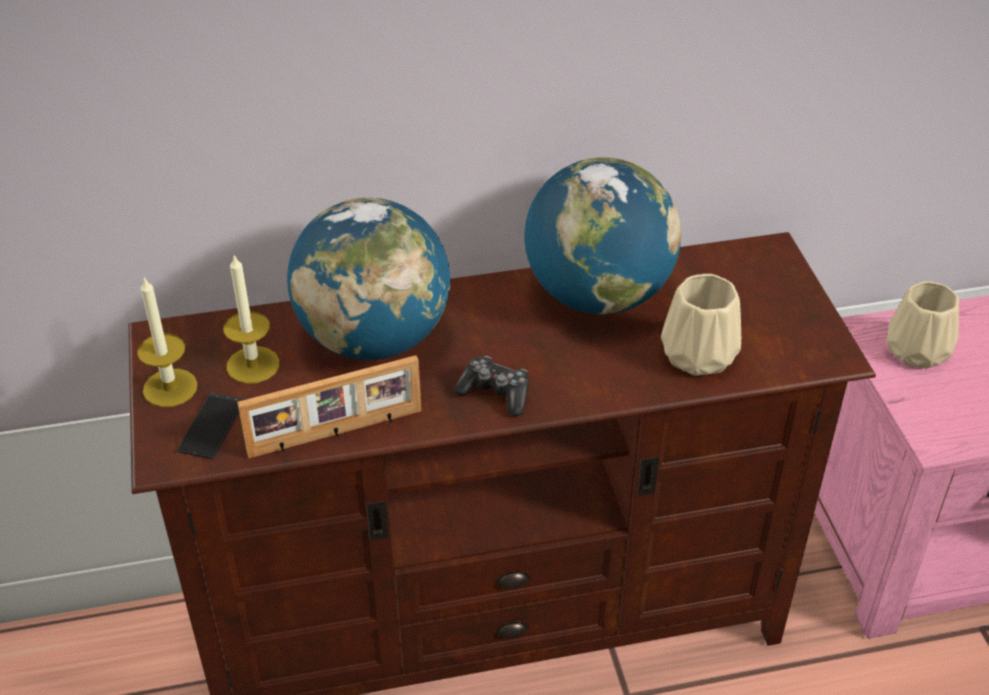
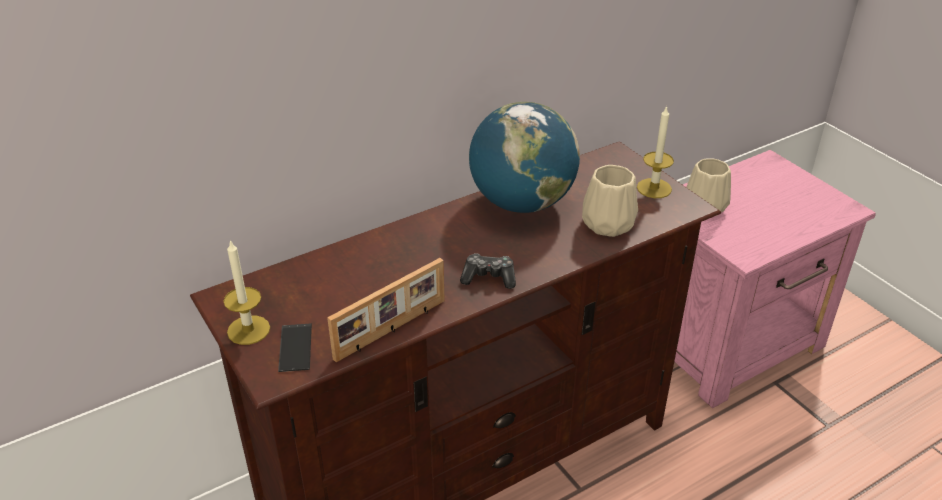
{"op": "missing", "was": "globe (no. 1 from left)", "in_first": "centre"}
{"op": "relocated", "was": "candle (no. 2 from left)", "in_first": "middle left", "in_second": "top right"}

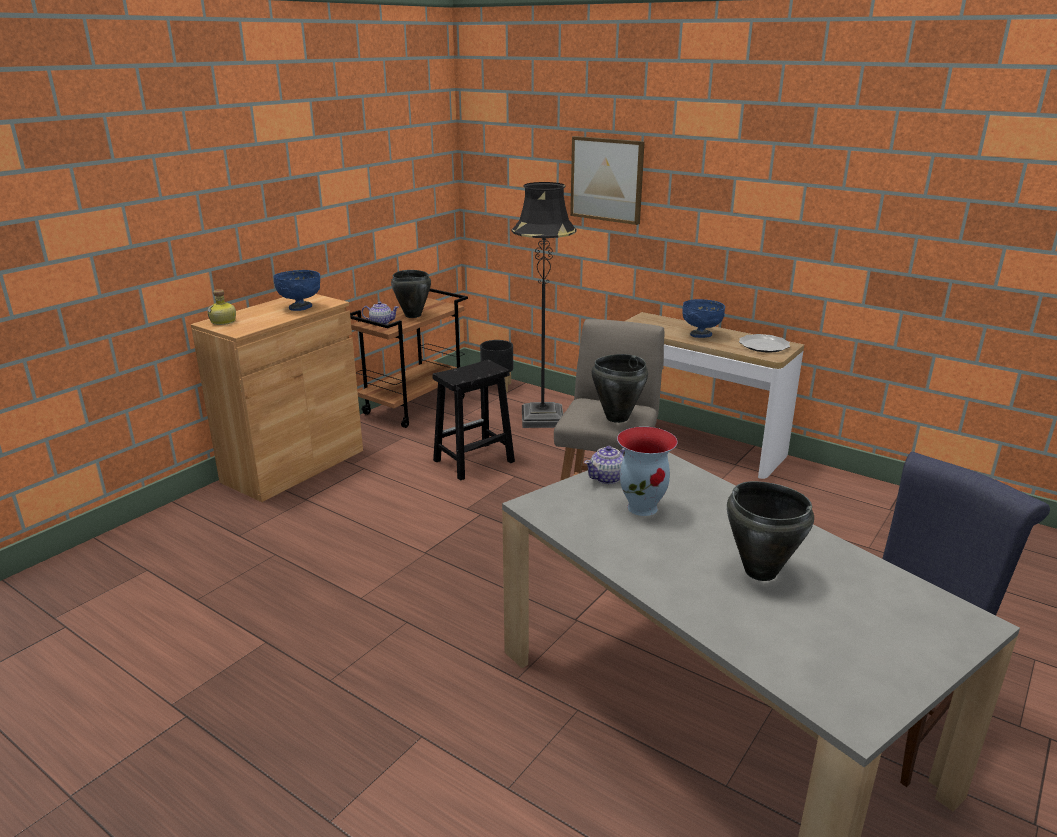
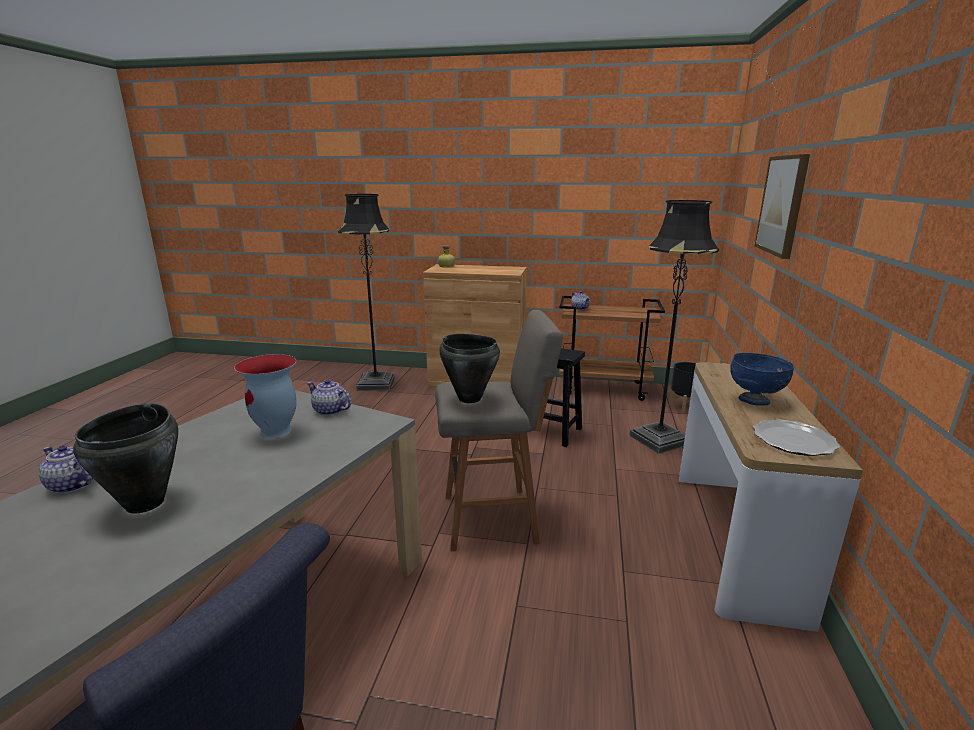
{"op": "missing", "was": "blue bowl (no. 1 from left)", "in_first": "middle left"}
{"op": "missing", "was": "black cooking pot (no. 1 from left)", "in_first": "centre"}
{"op": "appeared", "now": "black floor lamp (no. 1 from left)", "in_second": "centre"}
{"op": "appeared", "now": "teapot (no. 1 from left)", "in_second": "middle left"}

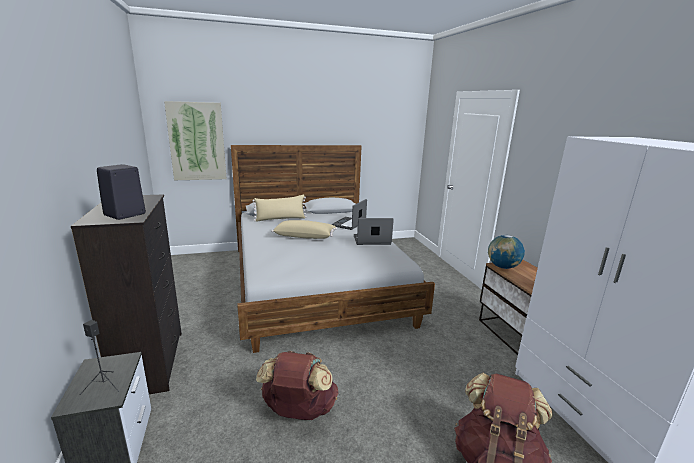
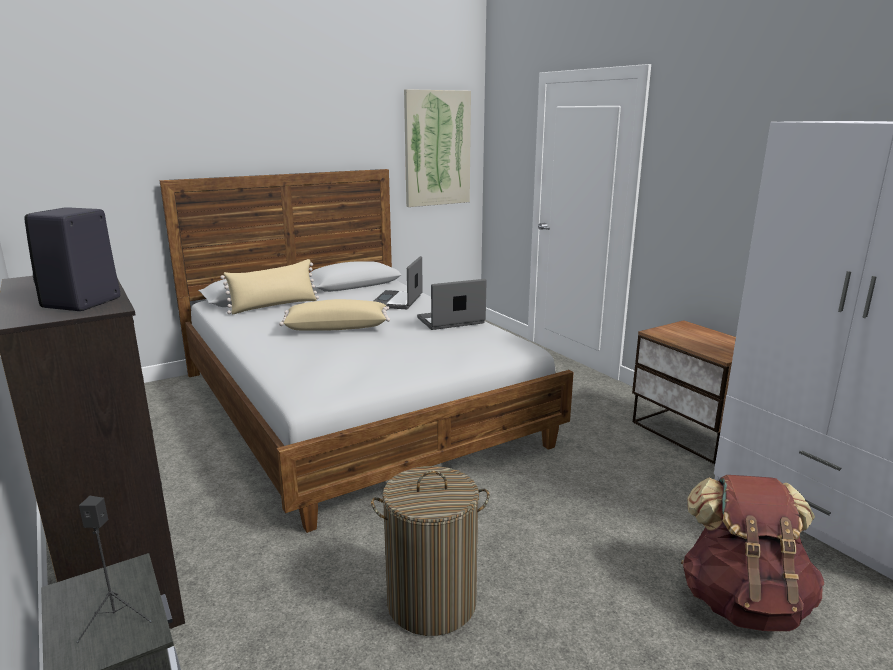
{"op": "relocated", "was": "picture", "in_first": "top left", "in_second": "top centre"}
{"op": "missing", "was": "globe", "in_first": "middle right"}
{"op": "exchanged", "was": "brown backpack (no. 1 from left)", "now": "laundry basket", "in_first": "bottom centre", "in_second": "bottom centre"}

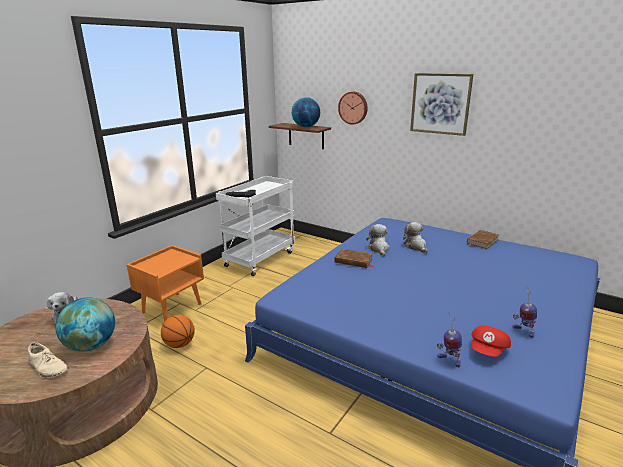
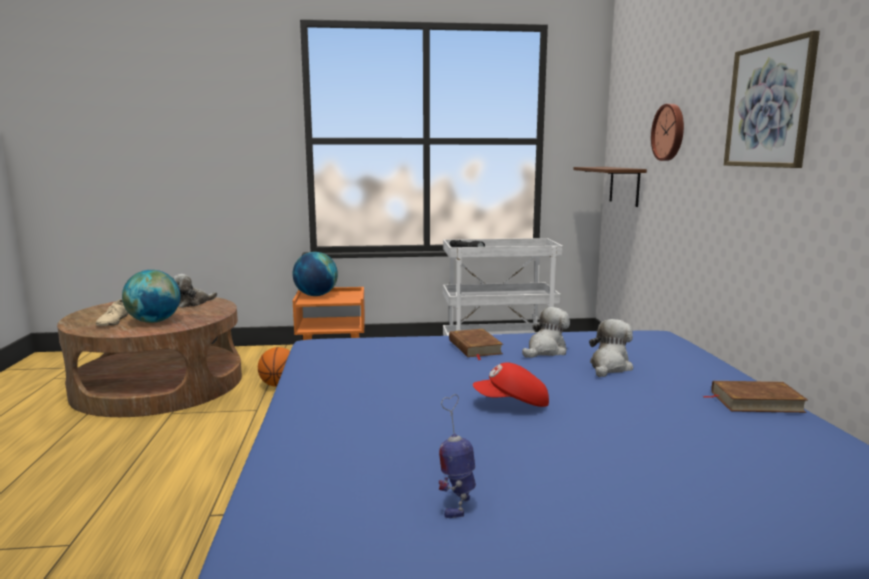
{"op": "relocated", "was": "globe (no. 2 from left)", "in_first": "top centre", "in_second": "centre"}
{"op": "missing", "was": "toy robot (no. 1 from left)", "in_first": "bottom right"}
{"op": "relocated", "was": "red cap", "in_first": "bottom right", "in_second": "centre"}

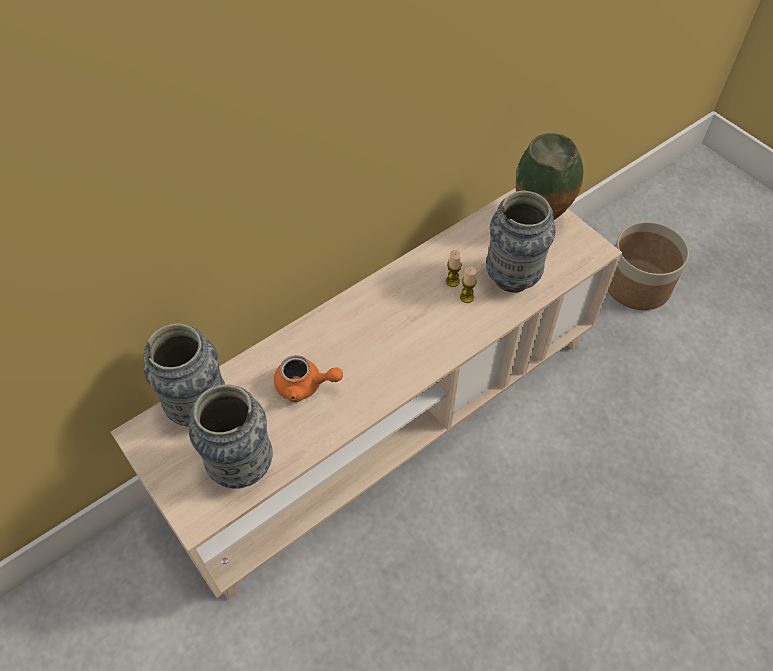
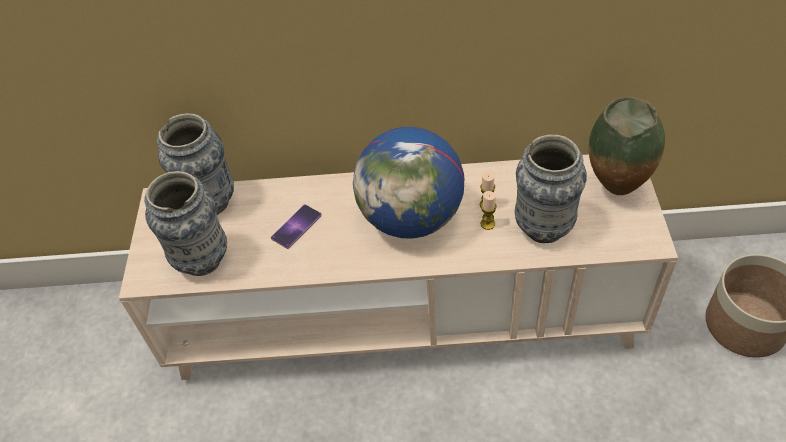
{"op": "exchanged", "was": "orange teapot", "now": "phone", "in_first": "centre", "in_second": "centre"}
{"op": "appeared", "now": "globe", "in_second": "centre"}

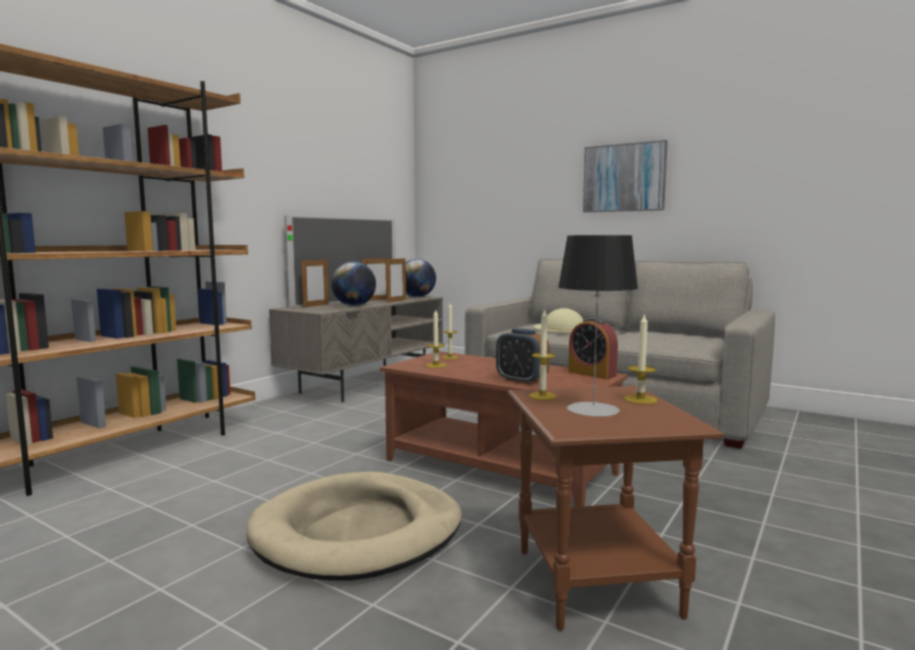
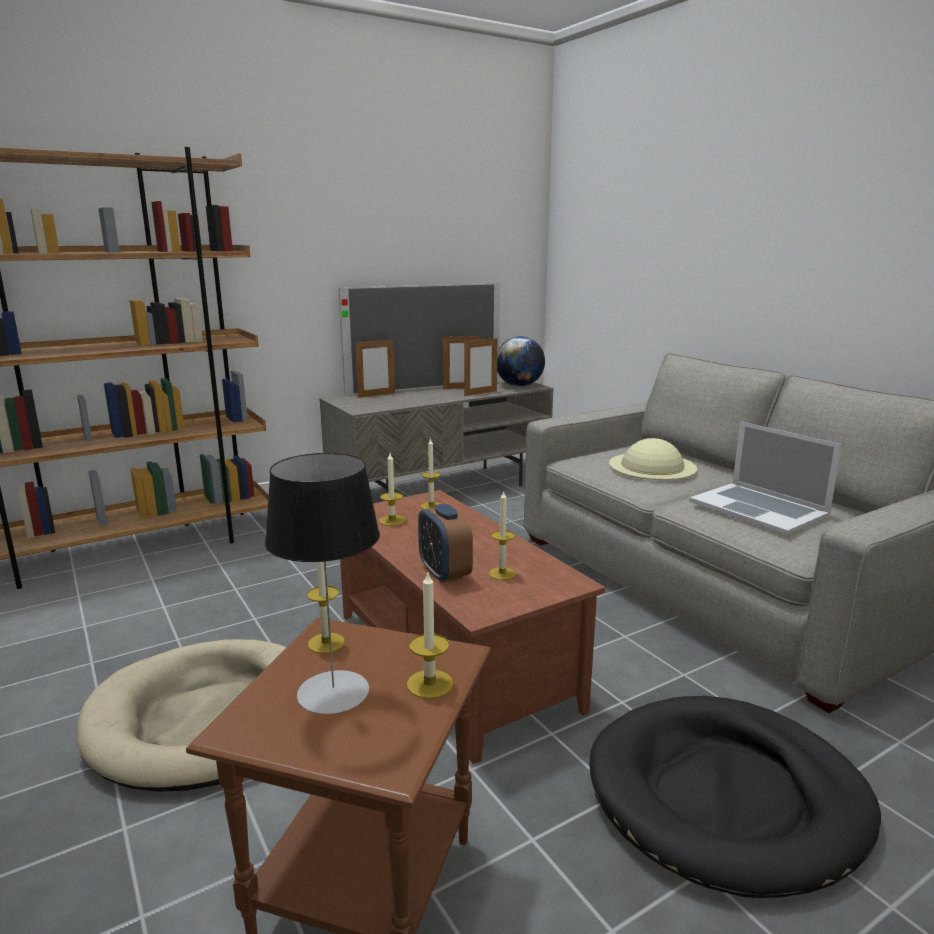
{"op": "missing", "was": "picture", "in_first": "top right"}
{"op": "missing", "was": "globe (no. 1 from left)", "in_first": "centre"}
{"op": "missing", "was": "alarm clock (no. 2 from left)", "in_first": "centre"}
{"op": "appeared", "now": "laptop", "in_second": "middle right"}
{"op": "appeared", "now": "candle (no. 5 from left)", "in_second": "centre"}
{"op": "appeared", "now": "black dog bed", "in_second": "bottom right"}

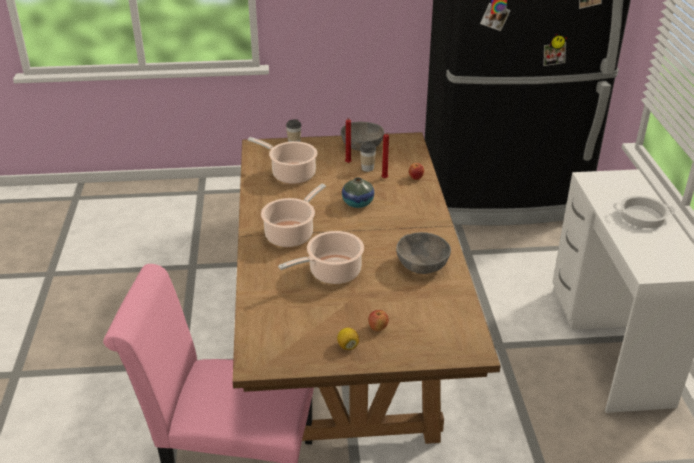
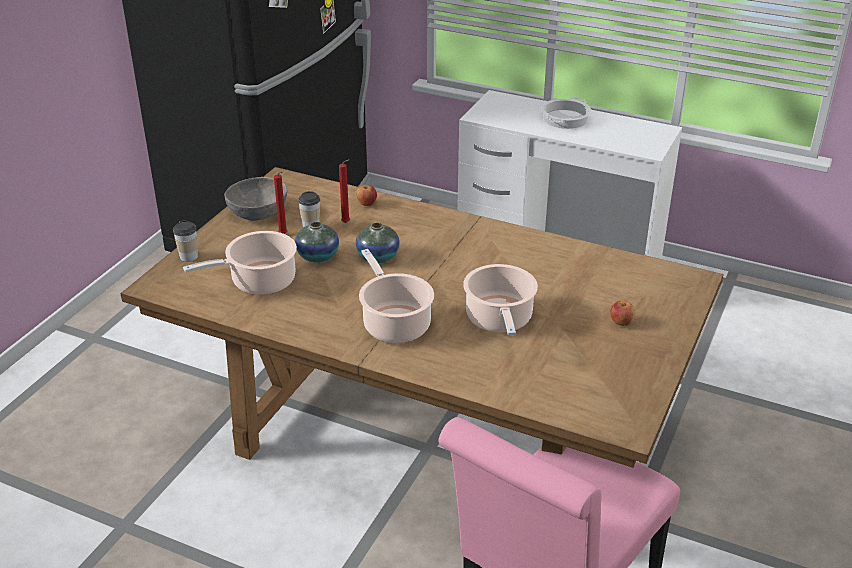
{"op": "missing", "was": "grey bowl (no. 2 from left)", "in_first": "centre"}
{"op": "missing", "was": "lemon", "in_first": "bottom centre"}
{"op": "appeared", "now": "vase (no. 1 from left)", "in_second": "centre"}

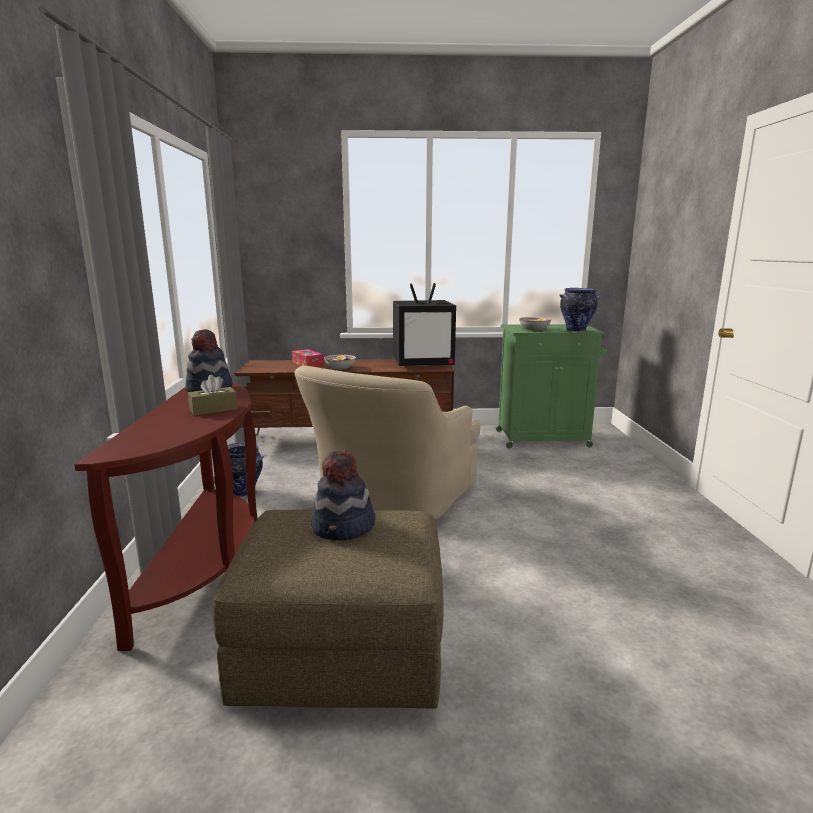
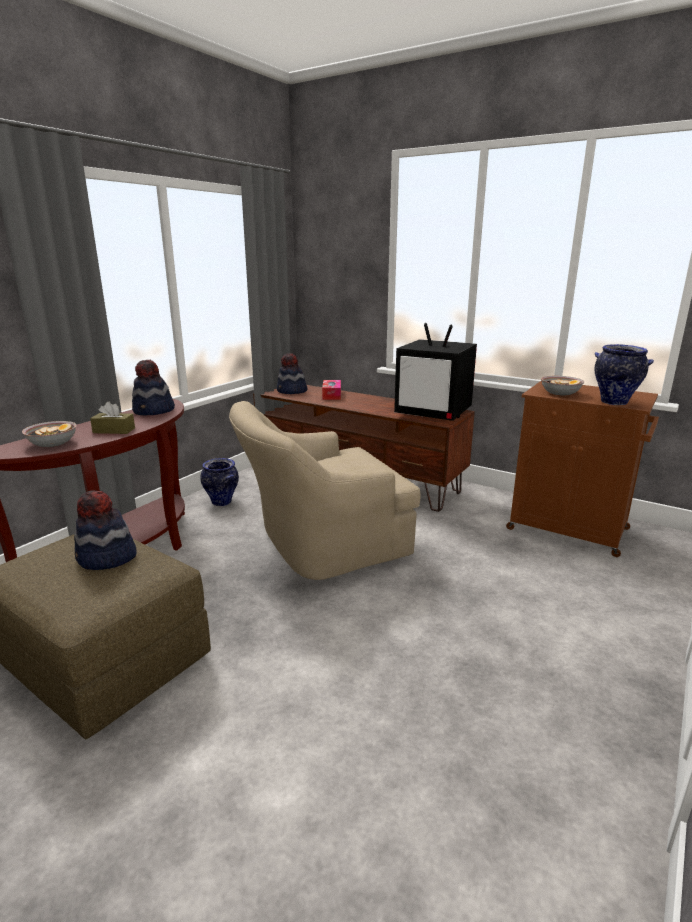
{"op": "colour", "was": "green cabinet", "now": "brown cabinet", "in_first": "middle right", "in_second": "middle right"}
{"op": "relocated", "was": "bowl (no. 1 from left)", "in_first": "centre", "in_second": "middle left"}
{"op": "appeared", "now": "hat (no. 3 from left)", "in_second": "centre"}

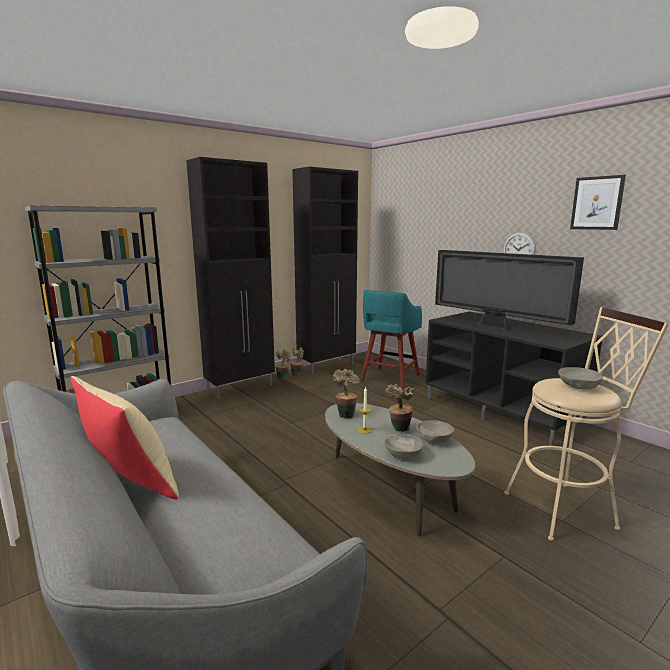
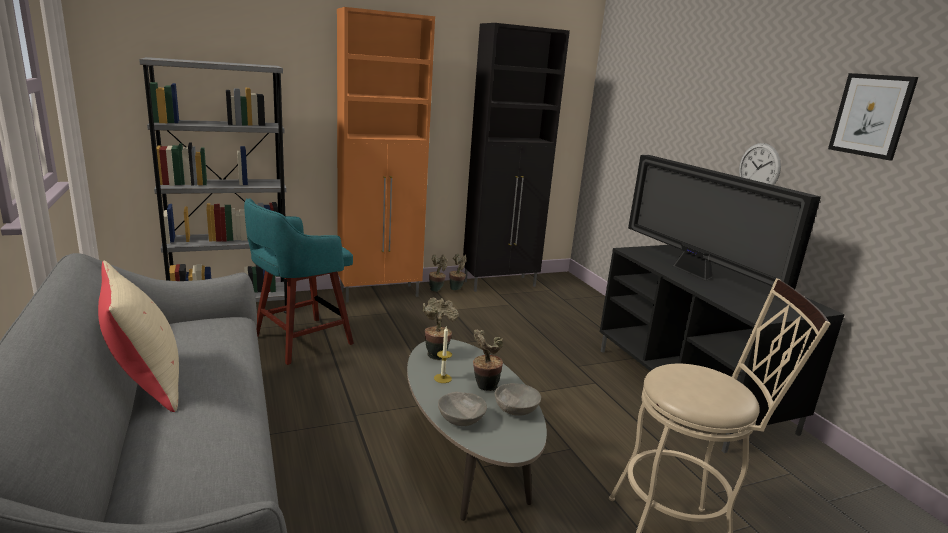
{"op": "colour", "was": "black cabinet (no. 1 from left)", "now": "orange cabinet", "in_first": "centre", "in_second": "top centre"}
{"op": "relocated", "was": "turquoise stool", "in_first": "centre", "in_second": "middle left"}
{"op": "missing", "was": "grey bowl (no. 3 from left)", "in_first": "middle right"}

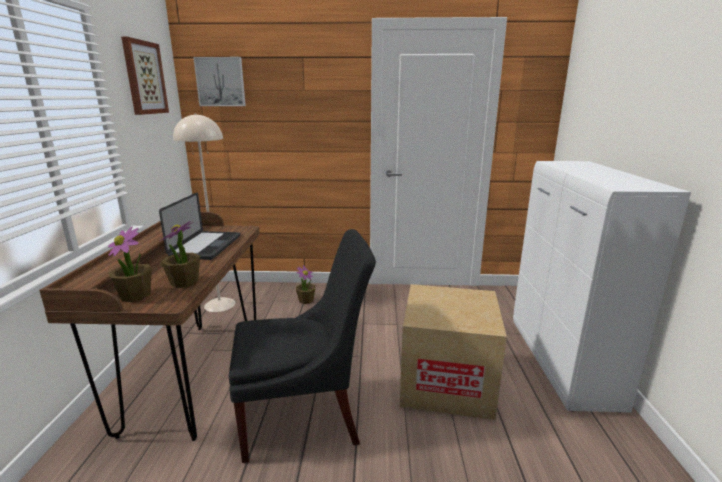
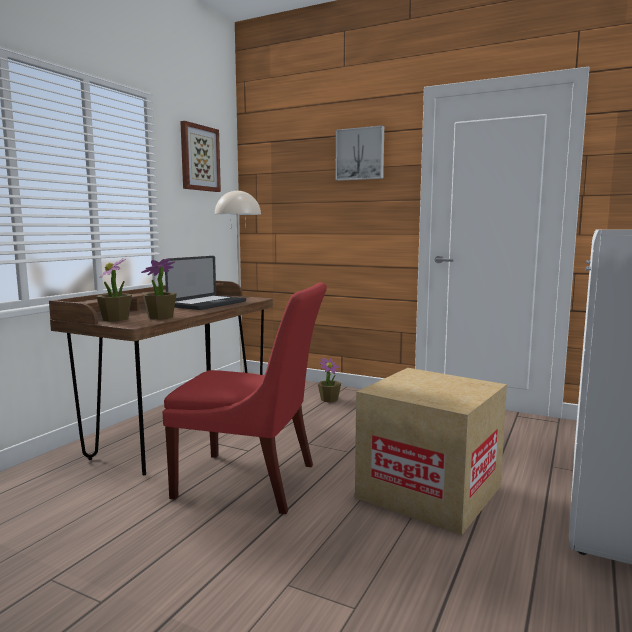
{"op": "relocated", "was": "picture (no. 2 from left)", "in_first": "top left", "in_second": "top centre"}
{"op": "colour", "was": "black chair", "now": "red chair", "in_first": "bottom centre", "in_second": "centre"}

